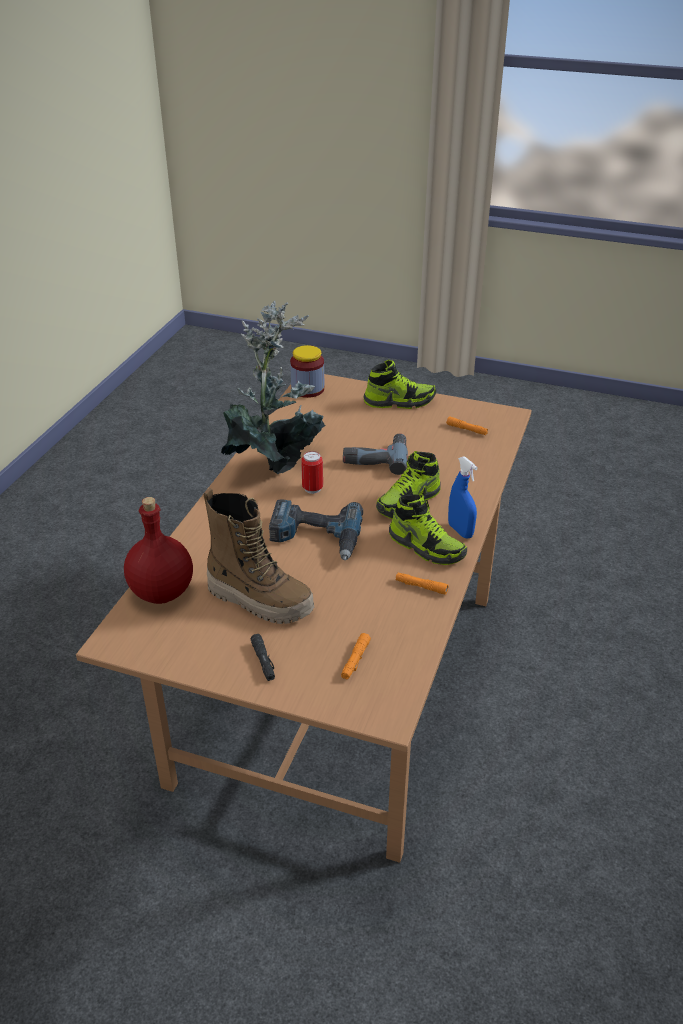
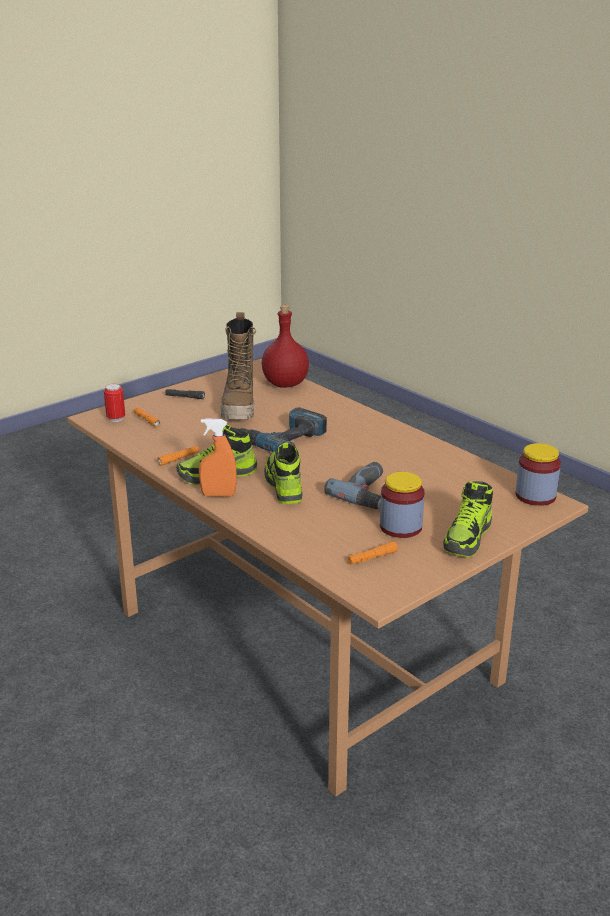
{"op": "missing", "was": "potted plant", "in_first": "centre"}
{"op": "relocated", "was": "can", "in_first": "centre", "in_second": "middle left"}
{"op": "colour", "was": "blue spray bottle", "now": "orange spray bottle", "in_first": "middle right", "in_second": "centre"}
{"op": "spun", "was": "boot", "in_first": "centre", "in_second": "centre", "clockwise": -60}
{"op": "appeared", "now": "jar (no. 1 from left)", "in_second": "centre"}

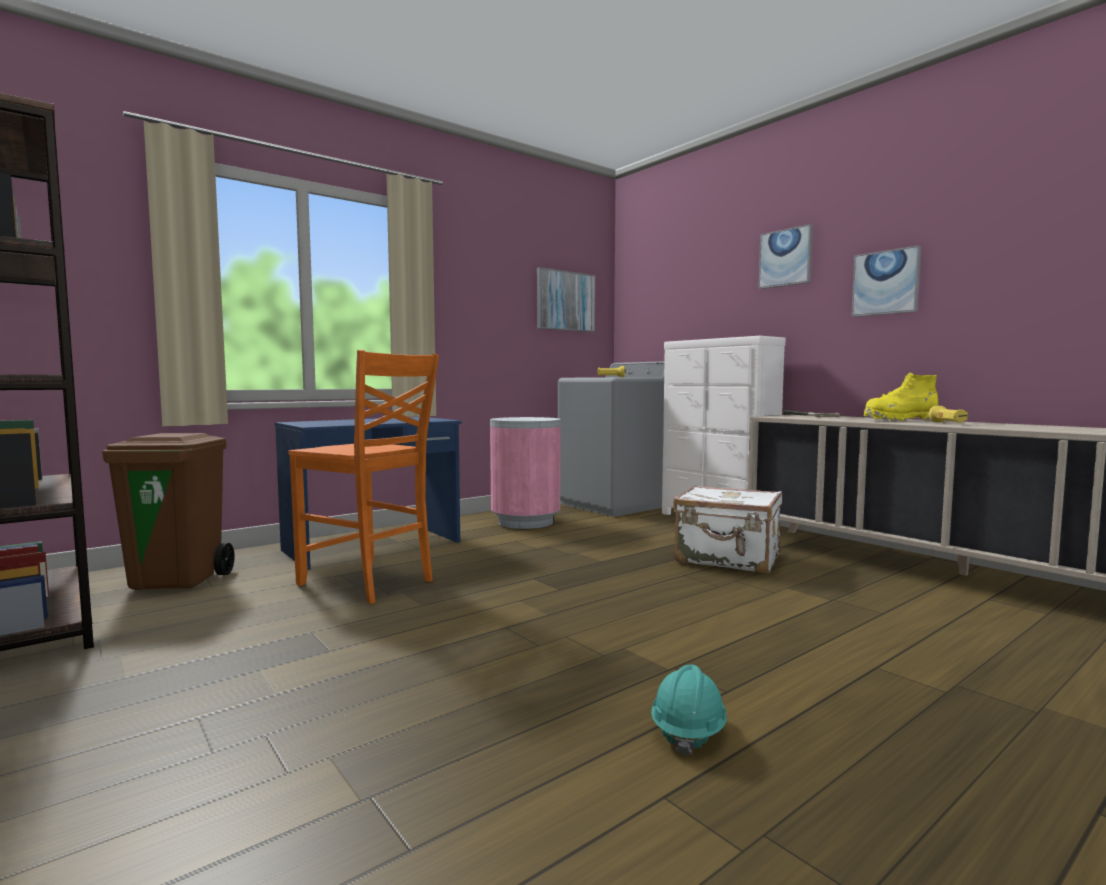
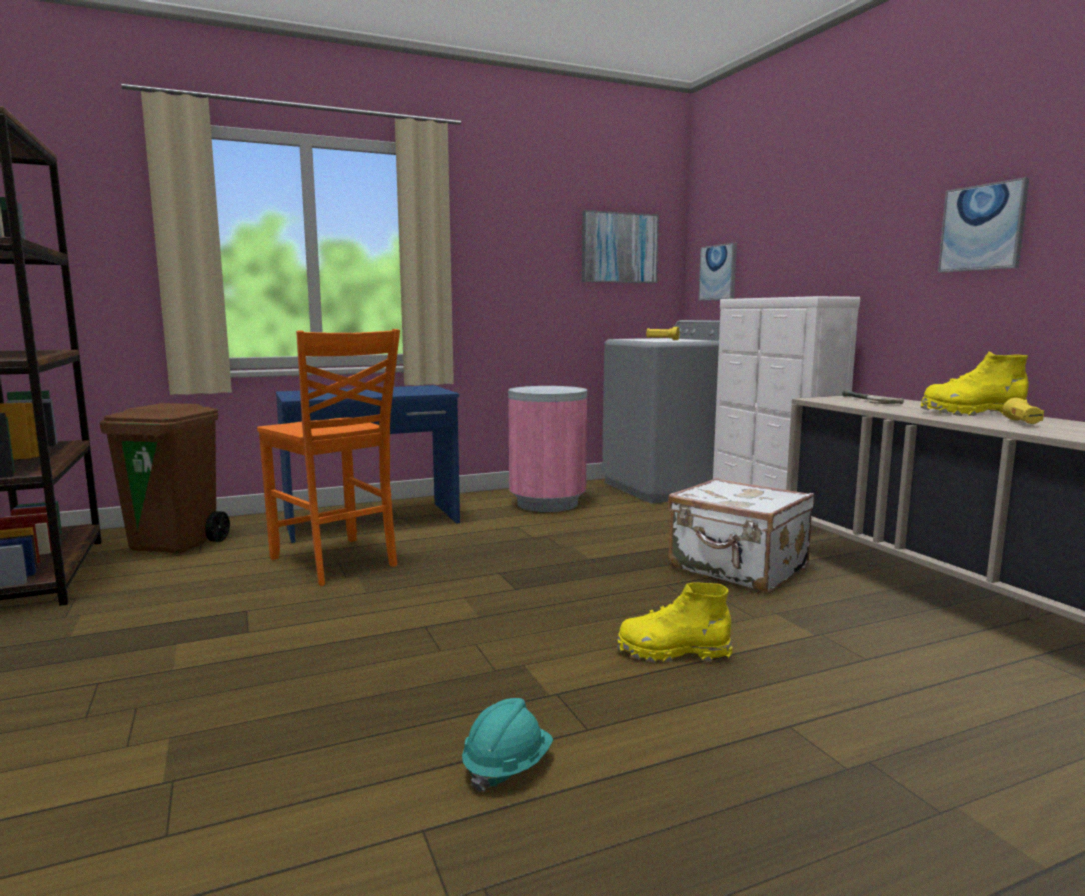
{"op": "relocated", "was": "picture (no. 2 from left)", "in_first": "top right", "in_second": "top centre"}
{"op": "appeared", "now": "yellow boot (no. 1 from left)", "in_second": "bottom centre"}

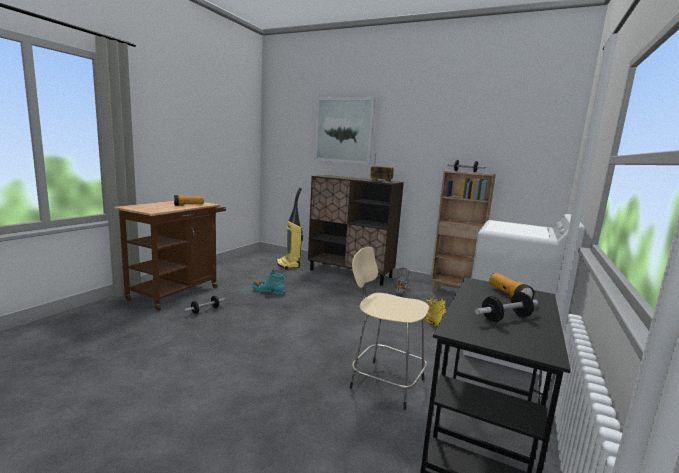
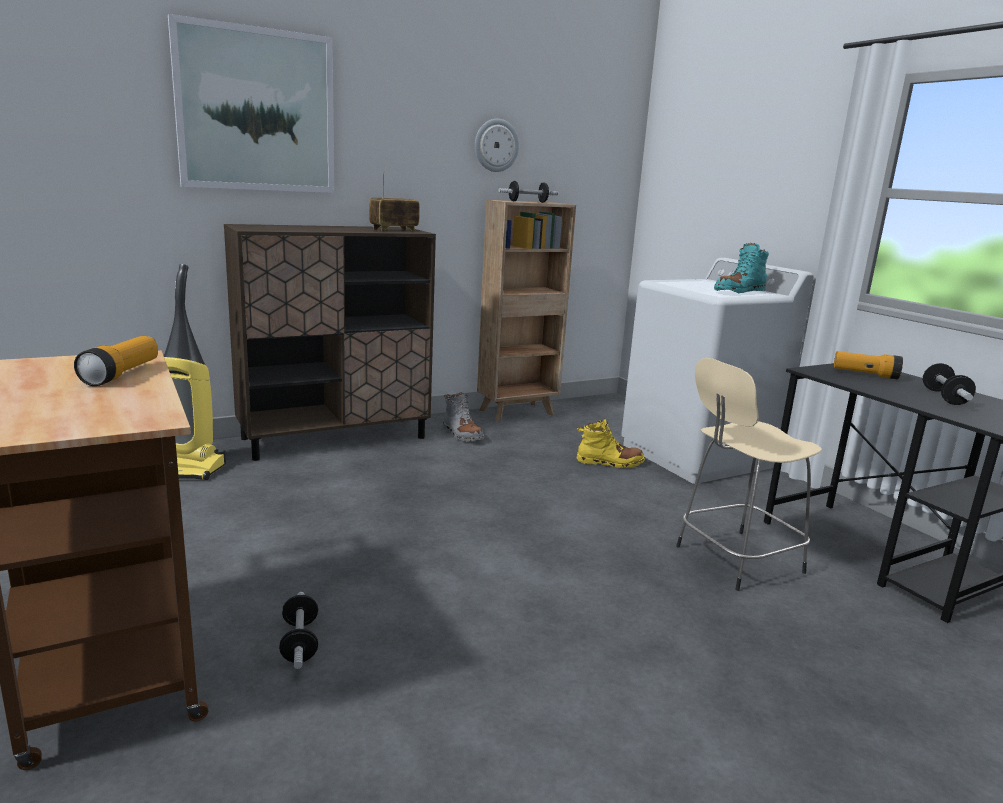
{"op": "relocated", "was": "turquoise boot", "in_first": "centre", "in_second": "middle right"}
{"op": "appeared", "now": "wall clock", "in_second": "top centre"}

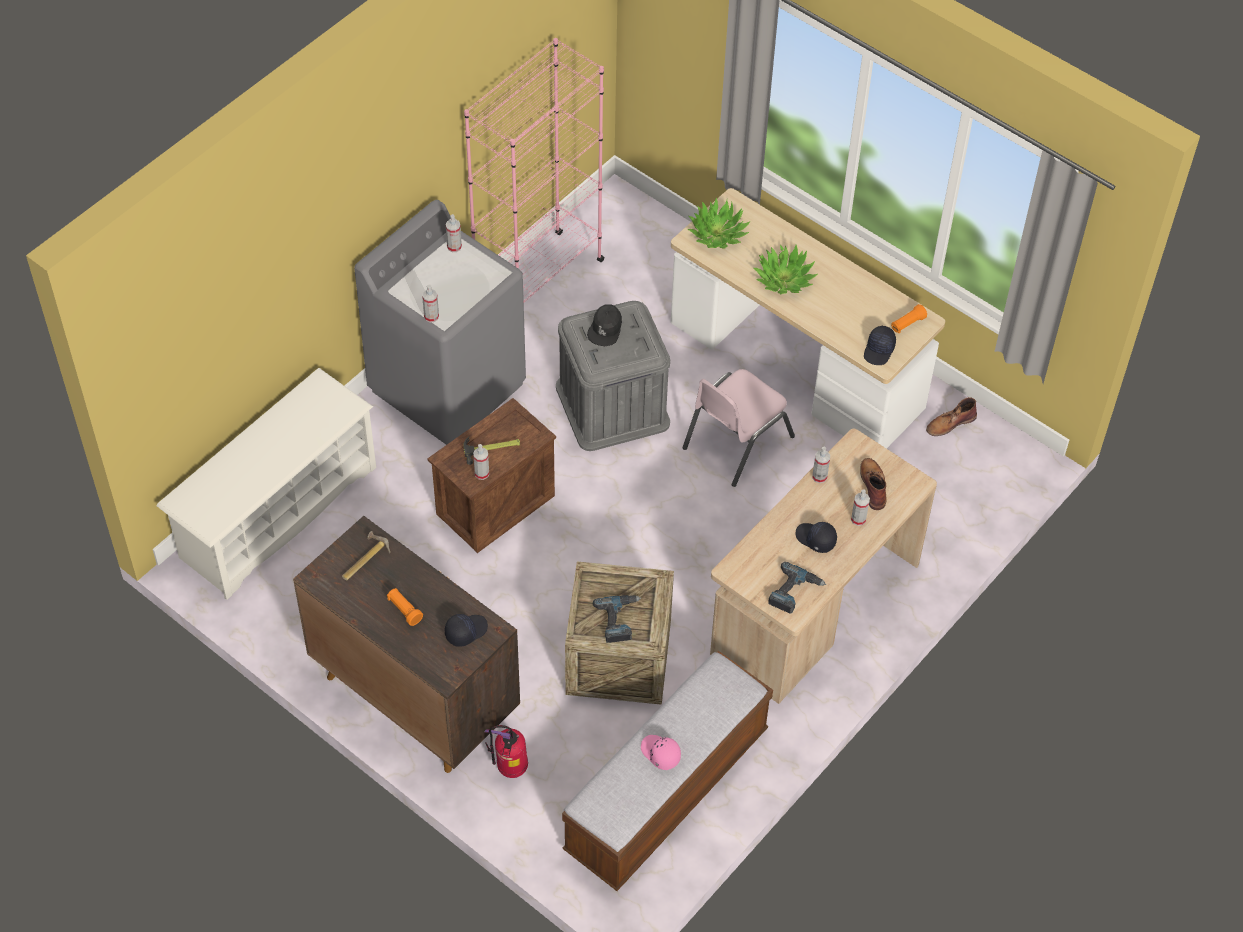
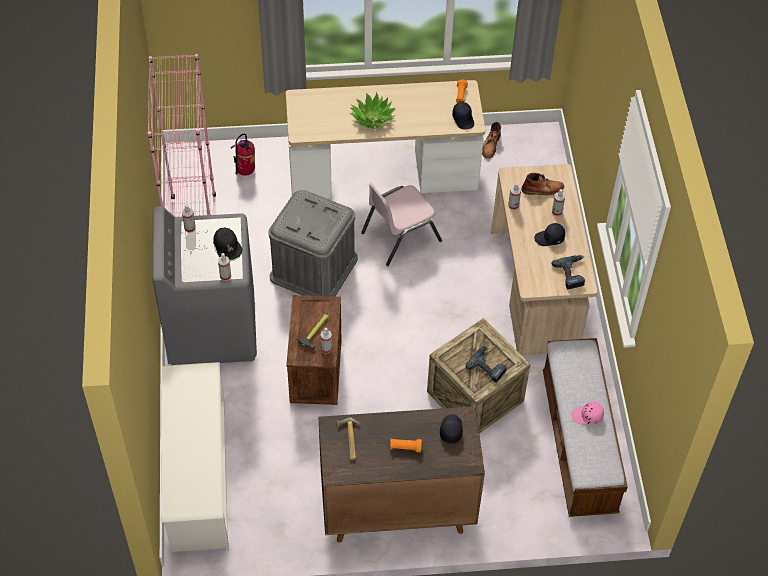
{"op": "missing", "was": "potted plant (no. 1 from left)", "in_first": "top centre"}
{"op": "relocated", "was": "black cap (no. 2 from left in the first image)", "now": "black cap (no. 1 from left)", "in_first": "centre", "in_second": "middle left"}
{"op": "spun", "was": "pink chair", "in_first": "centre", "in_second": "centre", "clockwise": 60}
{"op": "spun", "was": "brown boot (no. 1 from left in the first image)", "in_first": "middle right", "in_second": "top right", "clockwise": 135}
{"op": "relocated", "was": "fire extinguisher", "in_first": "bottom centre", "in_second": "top left"}

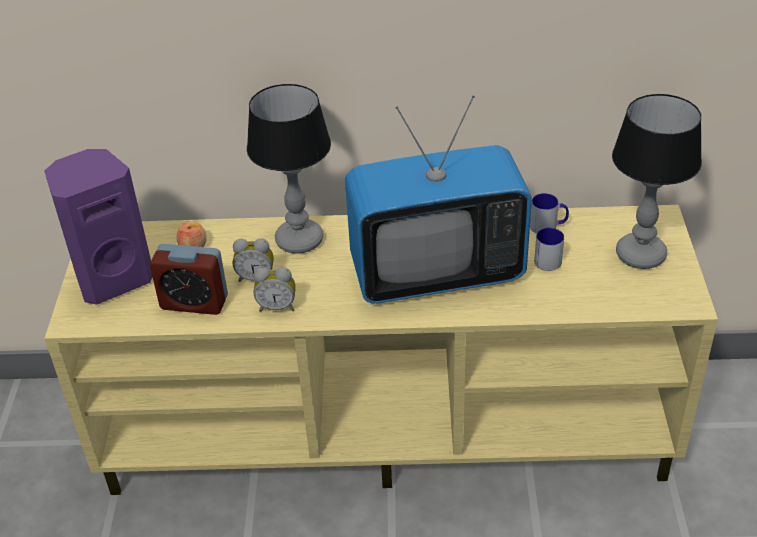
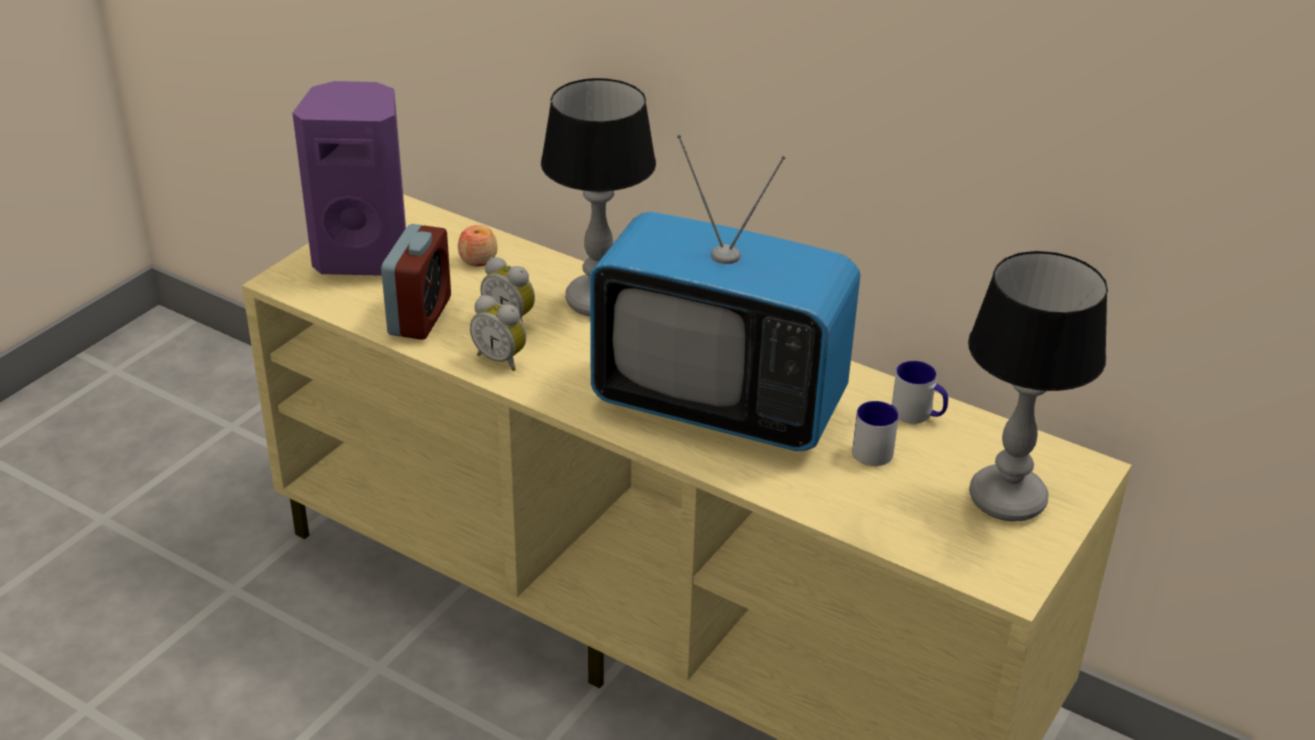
{"op": "spun", "was": "alarm clock (no. 1 from left)", "in_first": "middle left", "in_second": "middle left", "clockwise": -120}

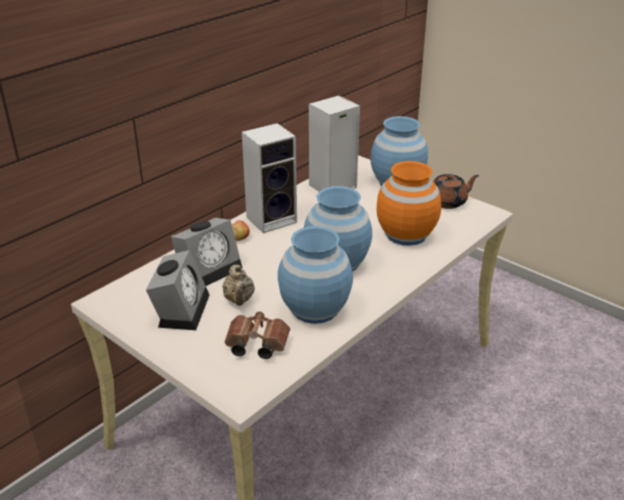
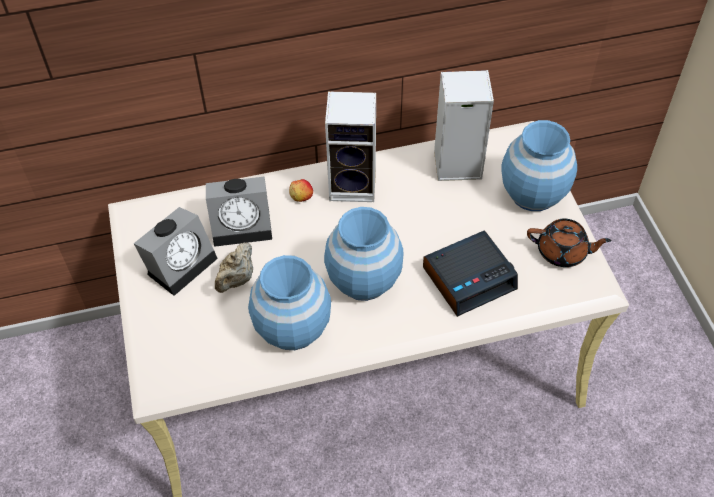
{"op": "exchanged", "was": "orange vase", "now": "alarm clock (no. 3 from left)", "in_first": "centre", "in_second": "centre"}
{"op": "missing", "was": "brown binoculars", "in_first": "bottom centre"}

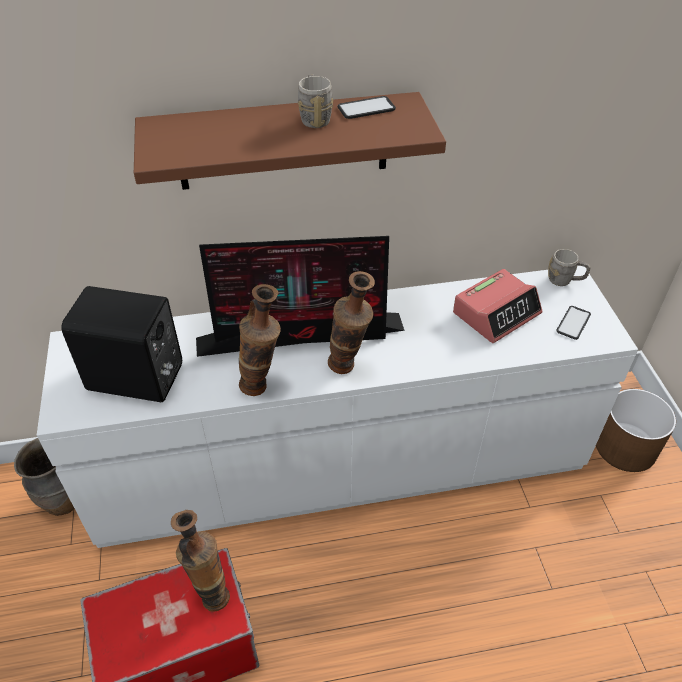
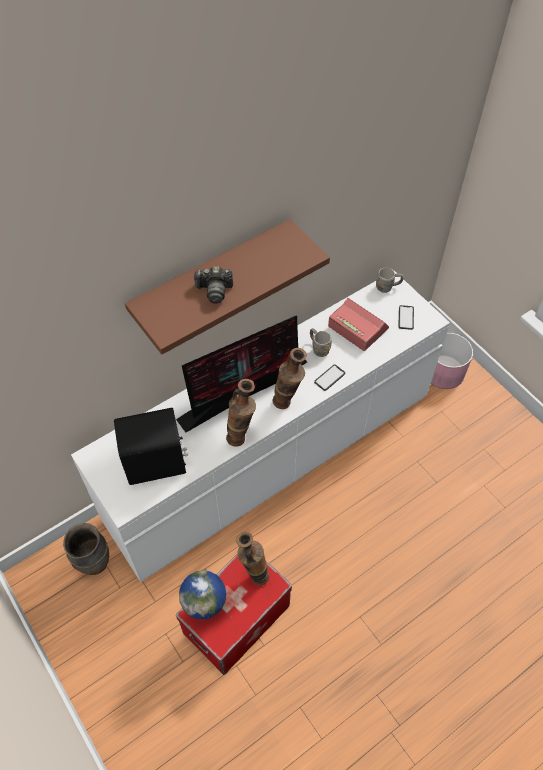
{"op": "relocated", "was": "grey mug (no. 1 from left)", "in_first": "top centre", "in_second": "centre"}
{"op": "relocated", "was": "phone (no. 1 from left)", "in_first": "top centre", "in_second": "centre"}
{"op": "spun", "was": "alarm clock", "in_first": "middle right", "in_second": "centre", "clockwise": -75}
{"op": "colour", "was": "brown planter", "now": "pink planter", "in_first": "middle right", "in_second": "middle right"}
{"op": "appeared", "now": "photo camera", "in_second": "centre"}
{"op": "appeared", "now": "globe", "in_second": "bottom centre"}

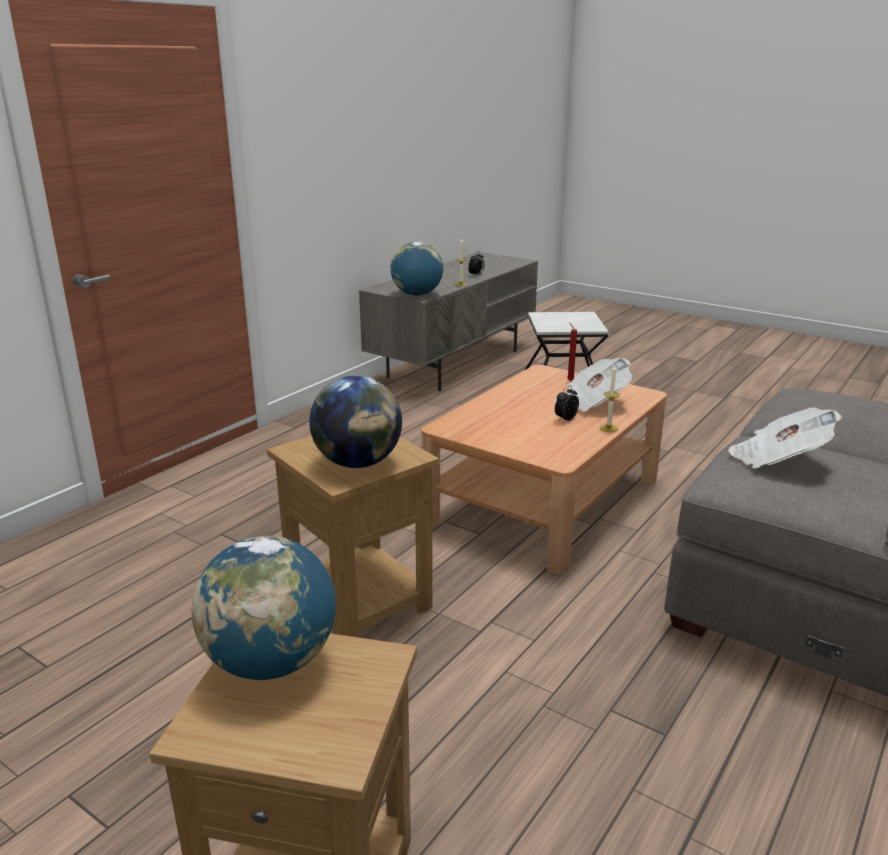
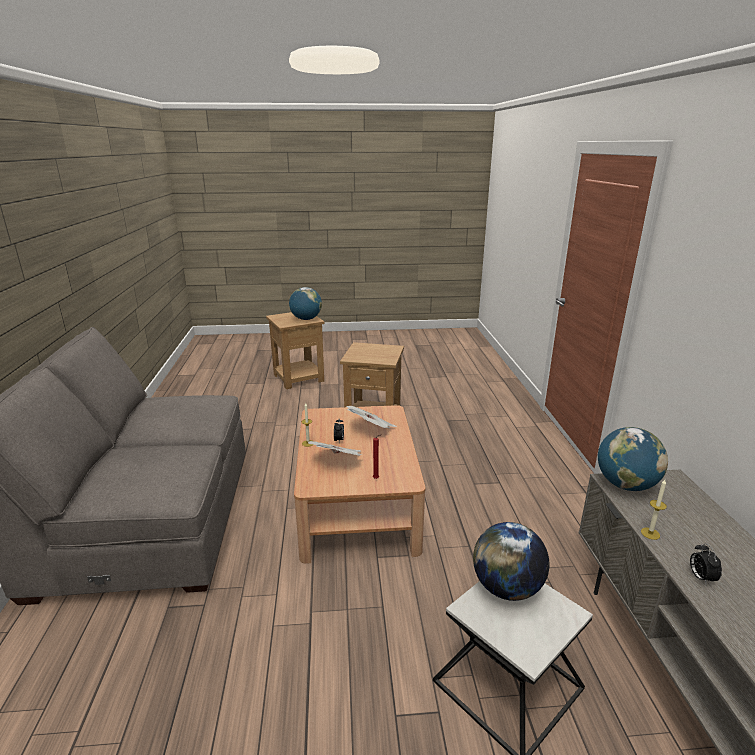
{"op": "relocated", "was": "globe (no. 2 from left)", "in_first": "centre", "in_second": "bottom right"}
{"op": "relocated", "was": "newspaper (no. 2 from left)", "in_first": "middle right", "in_second": "centre"}

